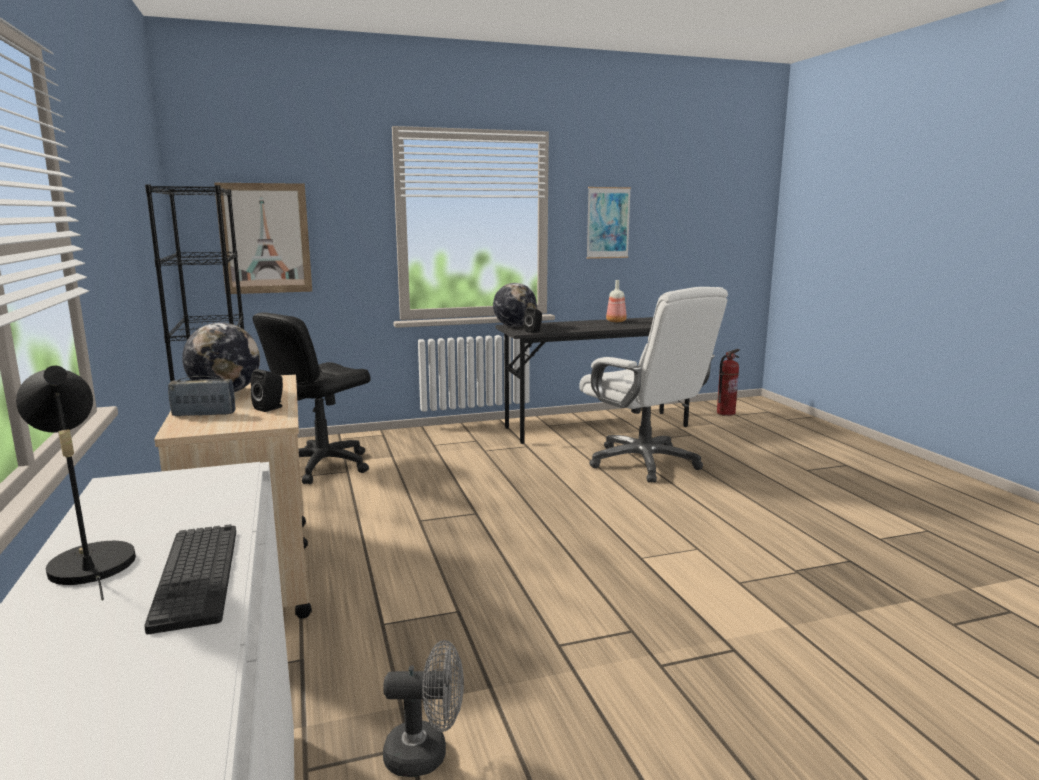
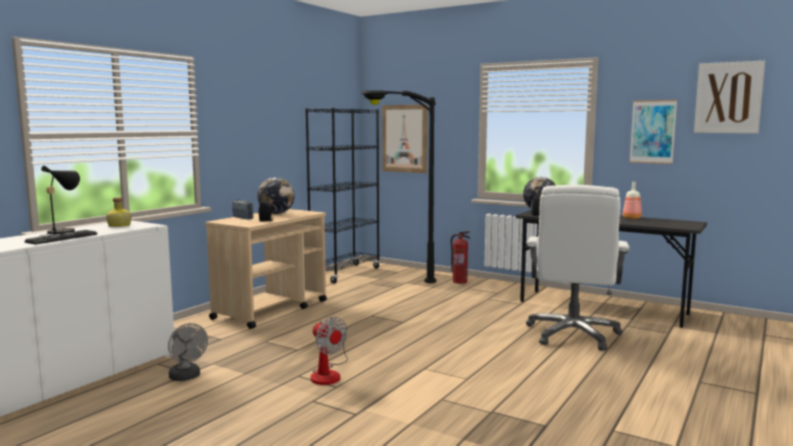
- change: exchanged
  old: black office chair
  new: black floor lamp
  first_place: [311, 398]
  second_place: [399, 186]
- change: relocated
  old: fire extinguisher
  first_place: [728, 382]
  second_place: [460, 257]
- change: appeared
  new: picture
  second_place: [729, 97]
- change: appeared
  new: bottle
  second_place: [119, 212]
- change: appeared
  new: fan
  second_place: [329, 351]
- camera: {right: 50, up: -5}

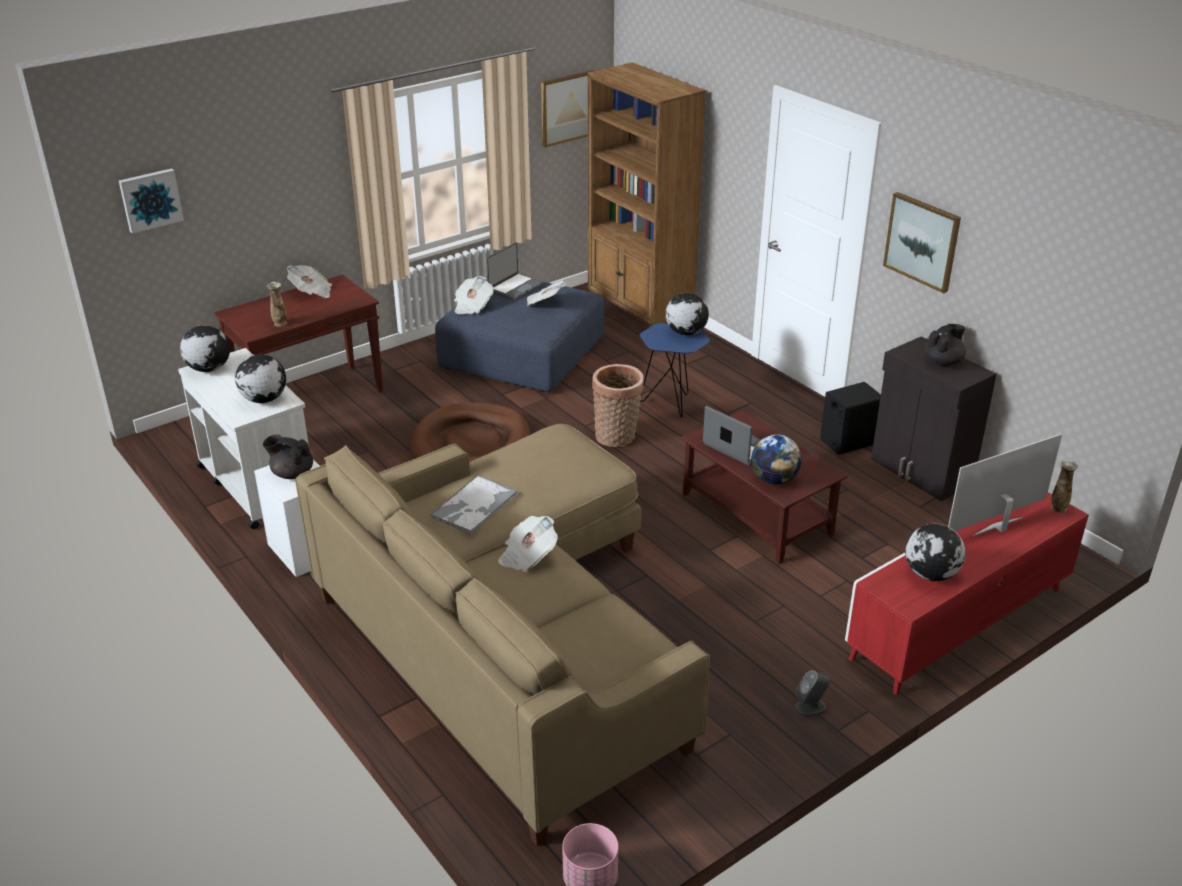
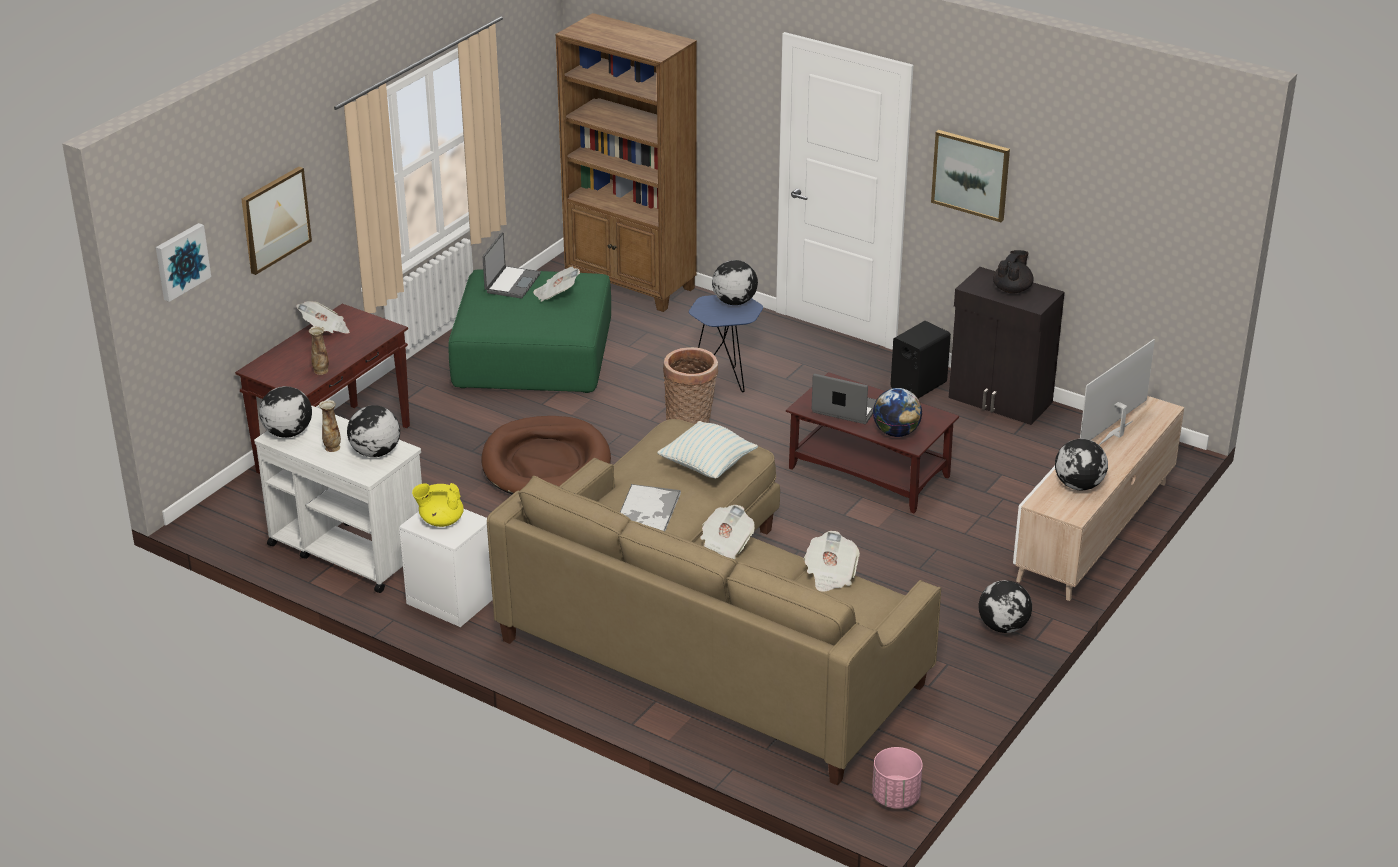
- change: relocated
  old: picture
  first_place: [568, 108]
  second_place: [276, 221]
- change: relocated
  old: newspaper
  first_place: [473, 295]
  second_place: [832, 561]
- change: colour
  old: blue ottoman
  new: green ottoman
  first_place: [519, 336]
  second_place: [529, 331]
- change: colour
  old: black teapot
  new: yellow teapot
  first_place: [288, 457]
  second_place: [438, 505]
- change: relocated
  old: vase
  first_place: [1064, 486]
  second_place: [330, 426]
- change: colour
  old: red tv stand
  new: beige tv stand
  first_place: [967, 593]
  second_place: [1098, 498]
- change: exchanged
  old: grey speaker
  new: globe
  first_place: [812, 693]
  second_place: [1005, 606]
- change: appeared
  new: pillow
  second_place: [707, 450]
- camera: {right: -20, up: 0}

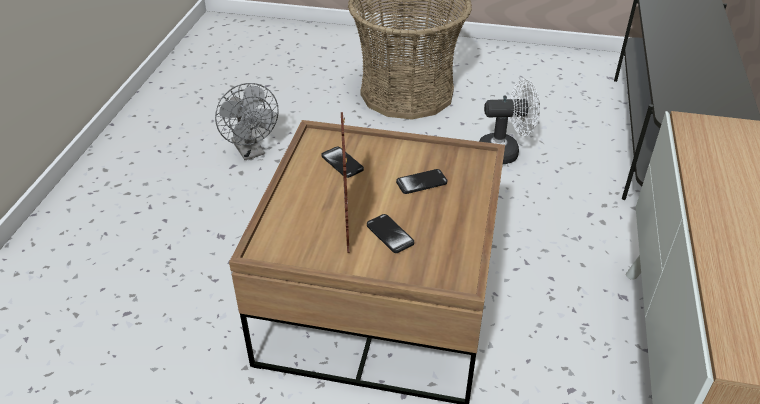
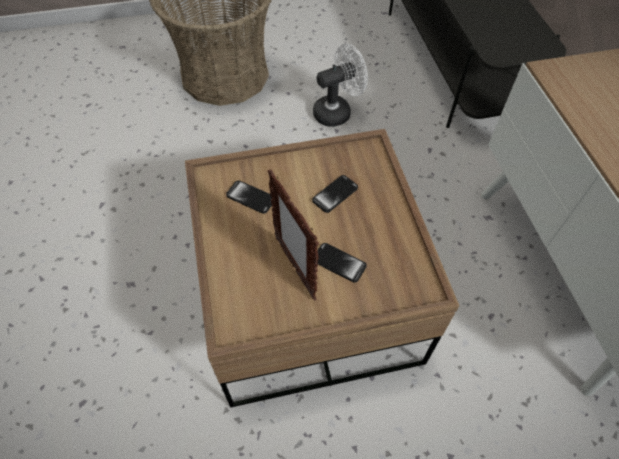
- change: missing
  old: grey fan
  first_place: [247, 121]
- camera: {right: -25, up: 15}

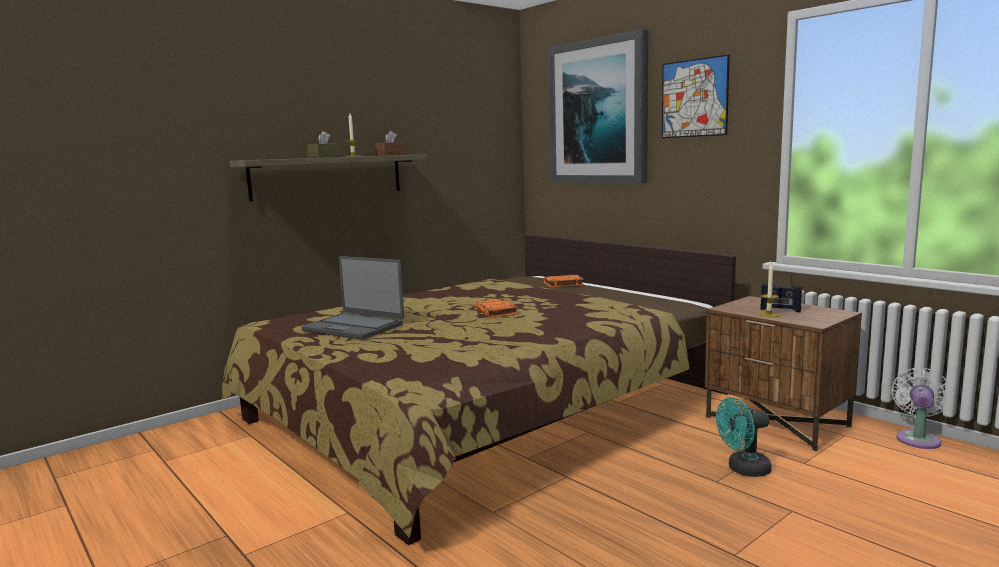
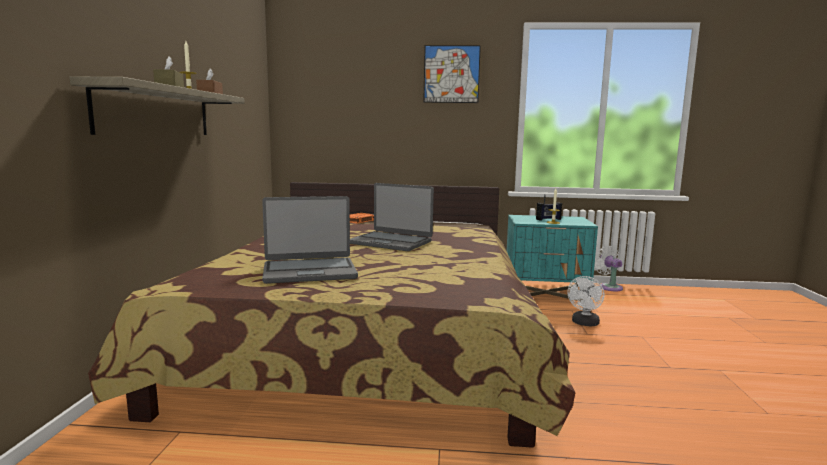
- change: missing
  old: picture
  first_place: [598, 106]
- change: colour
  old: brown nightstand
  new: turquoise nightstand
  first_place: [783, 373]
  second_place: [552, 258]
- change: exchanged
  old: orange book
  new: laptop
  first_place: [496, 308]
  second_place: [392, 217]
- change: colour
  old: turquoise fan
  new: white fan
  first_place: [743, 437]
  second_place: [586, 301]
- camera: {right: -45, up: 0}

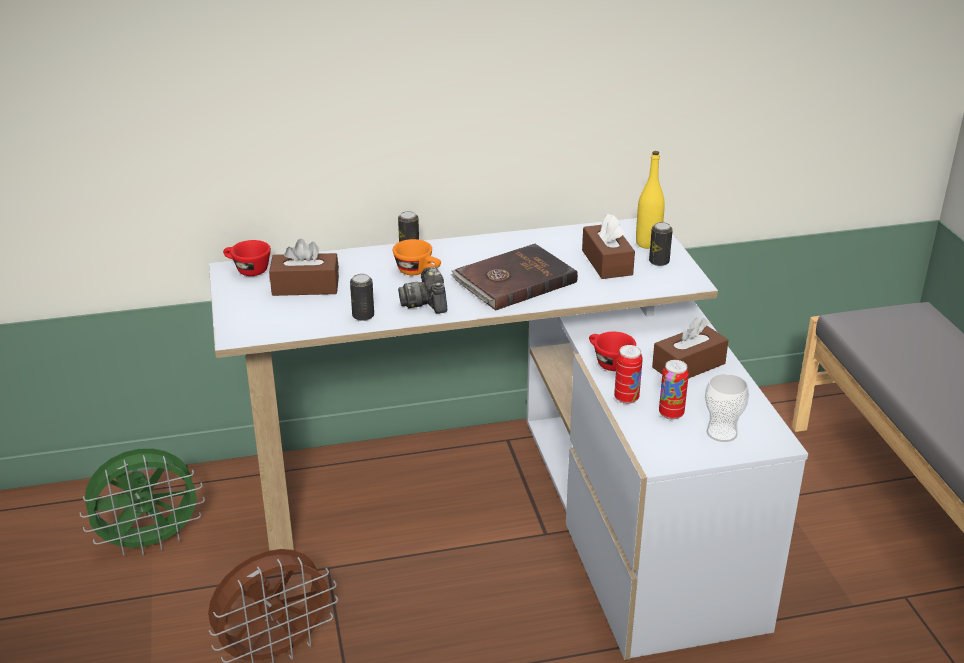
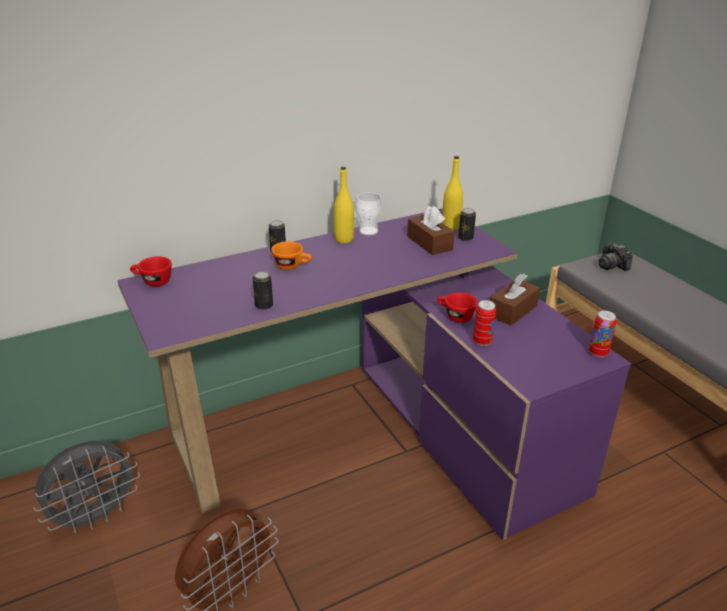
- change: colour
  old: white desk
  new: purple desk
  first_place: [508, 439]
  second_place: [374, 374]
- change: missing
  old: brown tissue box
  first_place: [304, 267]
- change: missing
  old: brown book
  first_place: [514, 277]
- change: relocated
  old: photo camera
  first_place: [422, 290]
  second_place: [615, 257]
- change: relocated
  old: can
  first_place: [674, 390]
  second_place: [603, 334]
- change: relocated
  old: cup
  first_place: [727, 408]
  second_place: [369, 214]
- change: colour
  old: green fan
  new: grey fan
  first_place: [142, 502]
  second_place: [87, 487]
- change: appeared
  new: yellow bottle
  second_place: [344, 205]
- camera: {right: -15, up: 0}

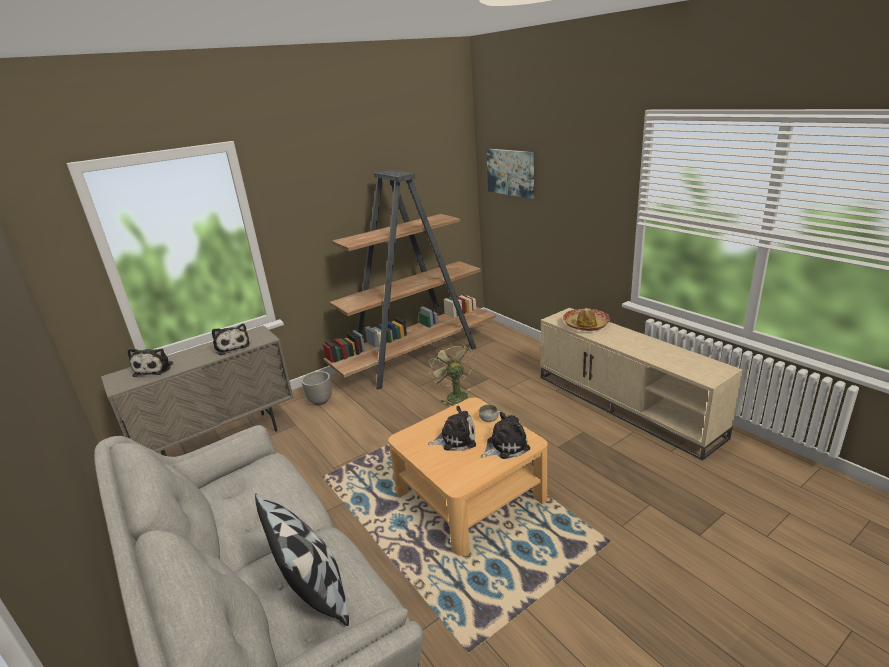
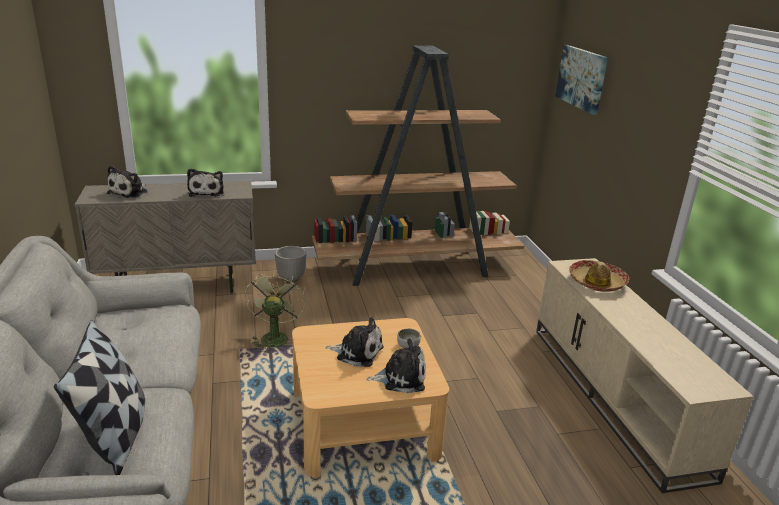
- change: relocated
  old: green fan
  first_place: [451, 374]
  second_place: [274, 311]
- camera: {right: 20, up: 0}

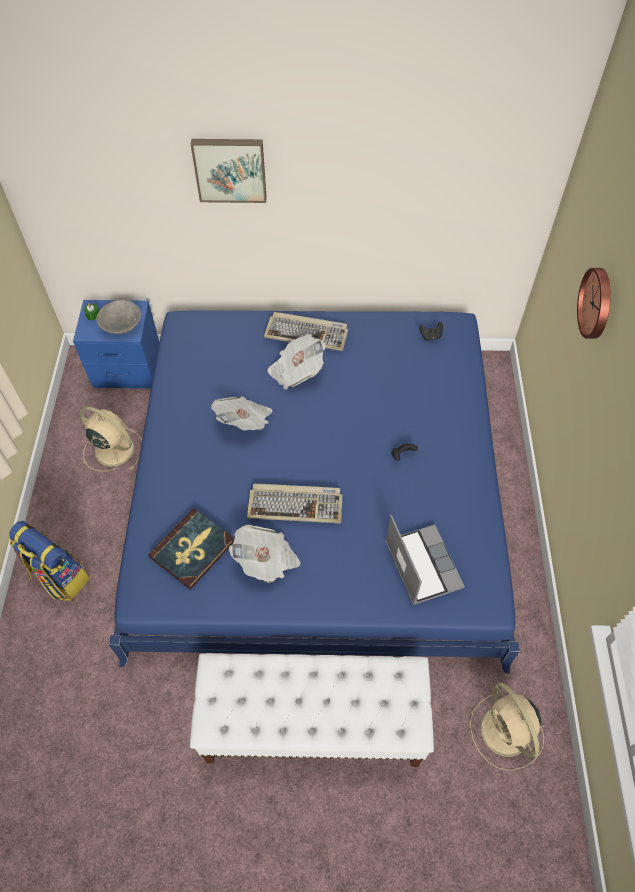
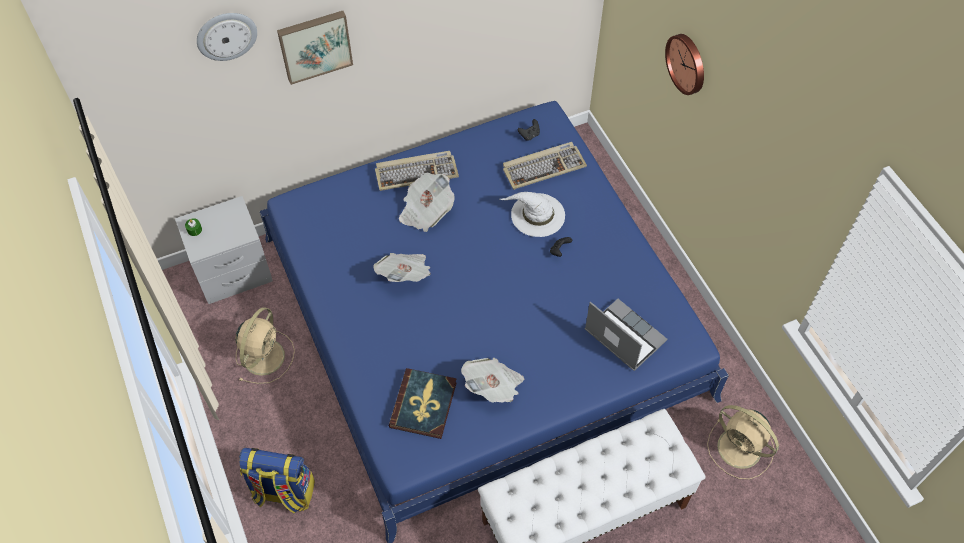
- change: colour
  old: blue nightstand
  new: grey nightstand
  first_place: [116, 344]
  second_place: [224, 250]
- change: missing
  old: grey bowl
  first_place: [119, 317]
- change: spun
  old: beige fan
  first_place: [111, 439]
  second_place: [265, 345]
  degrees: 105
- change: relocated
  old: keyboard
  first_place: [294, 503]
  second_place: [545, 166]
- change: appeared
  new: wall clock
  second_place: [227, 37]
- change: appeared
  new: white hat
  second_place: [532, 214]
- camera: {right: -25, up: 0}

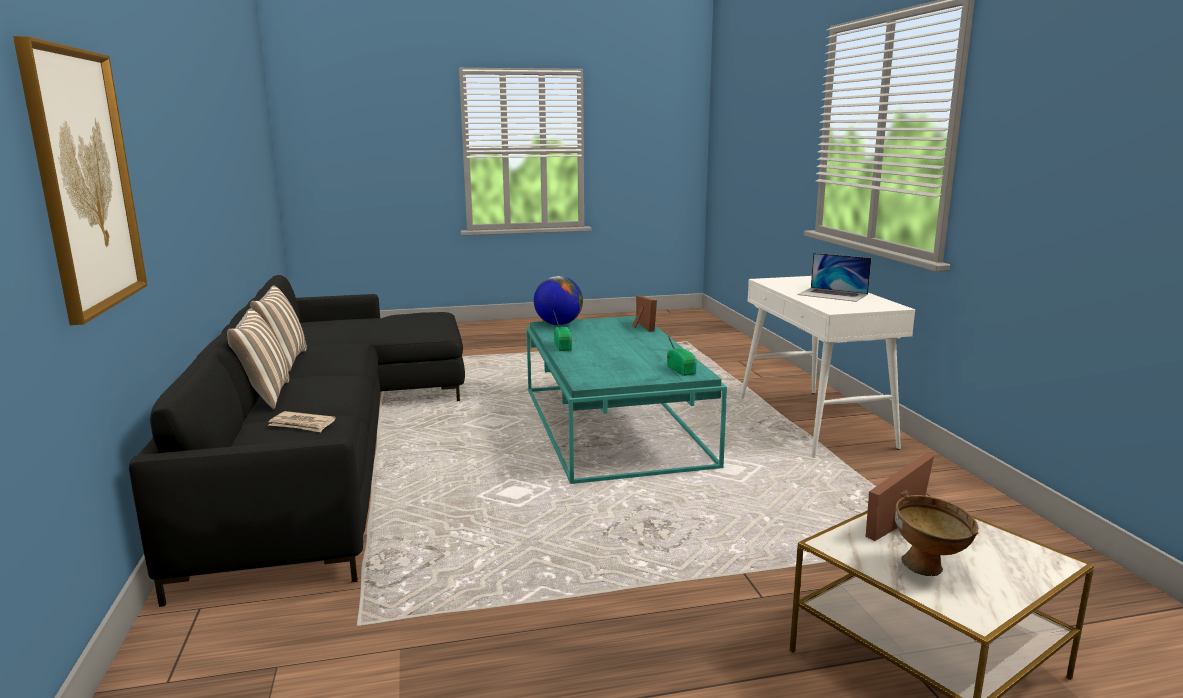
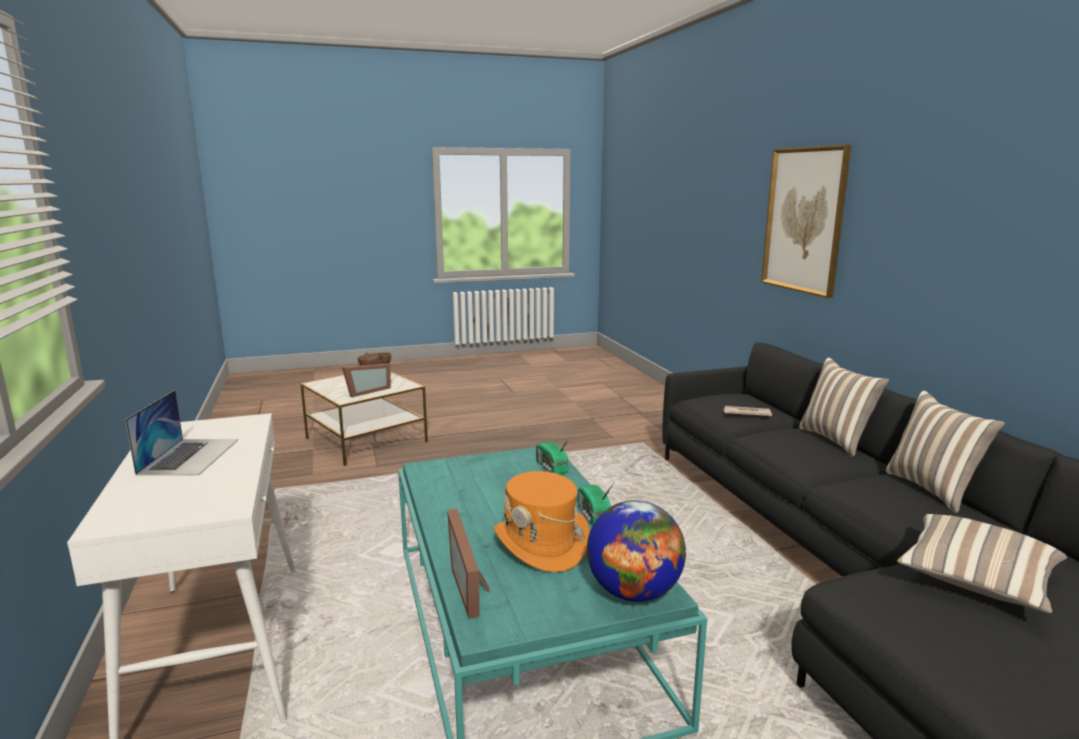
- change: spun
  old: laptop
  first_place: [834, 277]
  second_place: [181, 433]
  degrees: 60
- change: relocated
  old: radio
  first_place: [681, 353]
  second_place: [553, 456]
- change: appeared
  new: orange hat
  second_place: [542, 522]
- change: appeared
  new: pillow
  second_place: [982, 563]
- camera: {right: 175, up: 0}

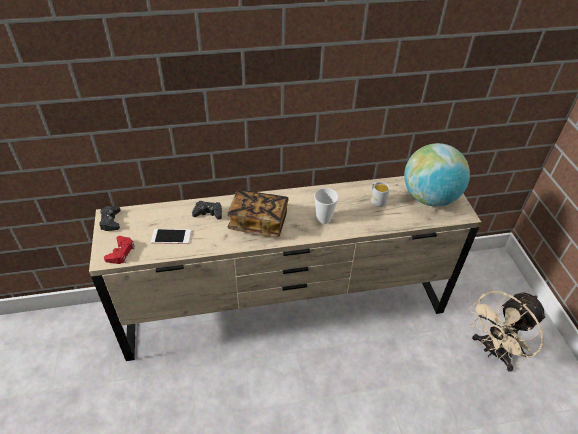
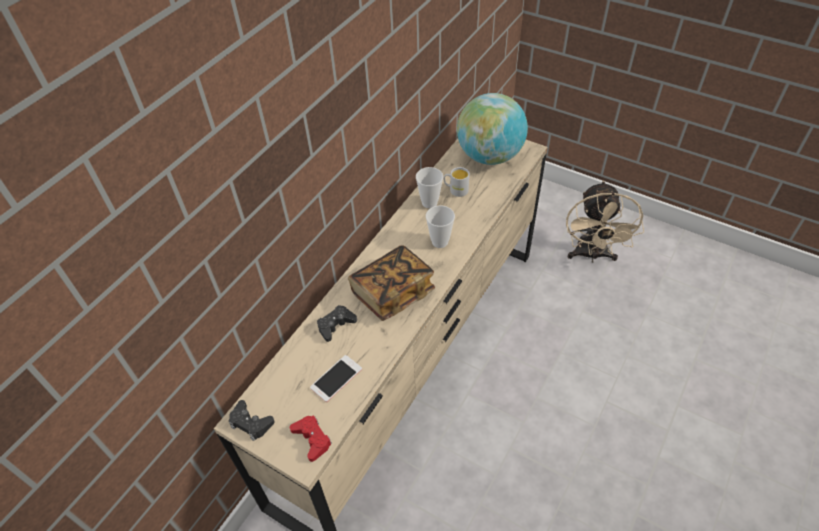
- change: appeared
  new: cup
  second_place: [429, 187]
- camera: {right: -45, up: 5}

